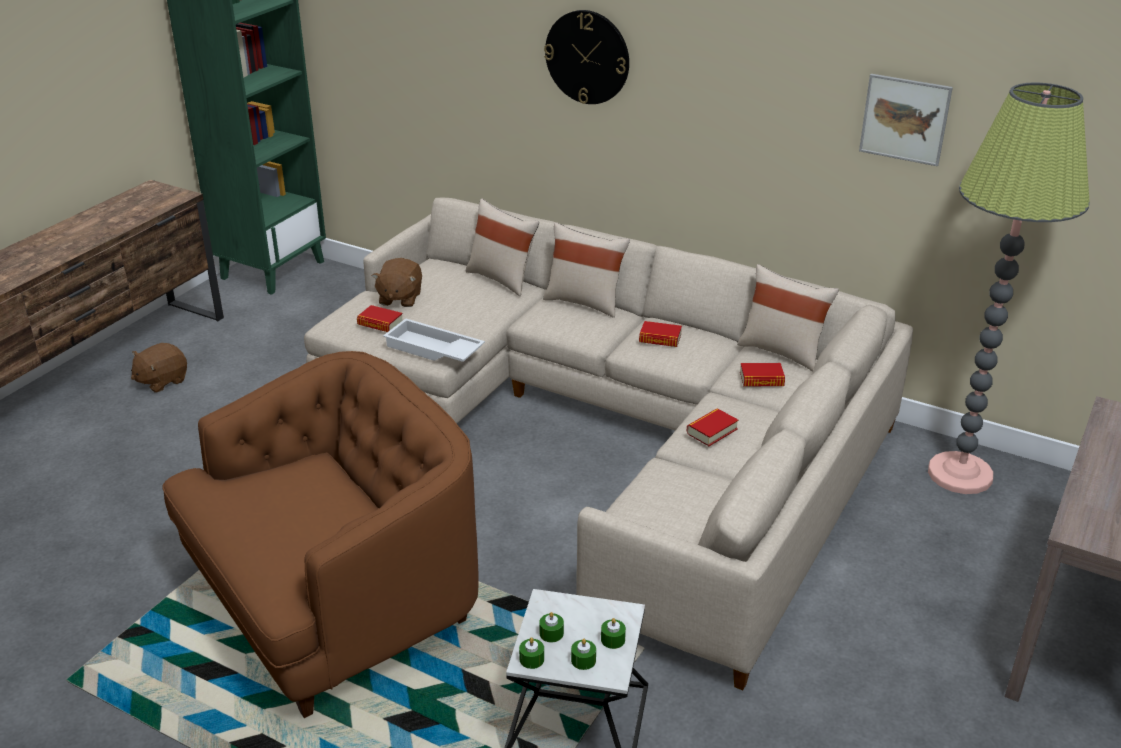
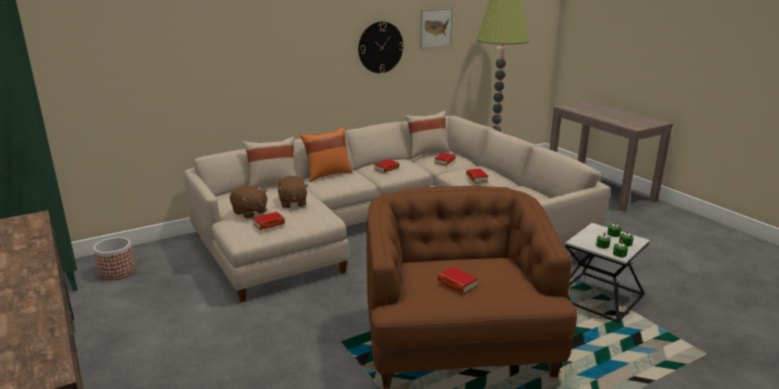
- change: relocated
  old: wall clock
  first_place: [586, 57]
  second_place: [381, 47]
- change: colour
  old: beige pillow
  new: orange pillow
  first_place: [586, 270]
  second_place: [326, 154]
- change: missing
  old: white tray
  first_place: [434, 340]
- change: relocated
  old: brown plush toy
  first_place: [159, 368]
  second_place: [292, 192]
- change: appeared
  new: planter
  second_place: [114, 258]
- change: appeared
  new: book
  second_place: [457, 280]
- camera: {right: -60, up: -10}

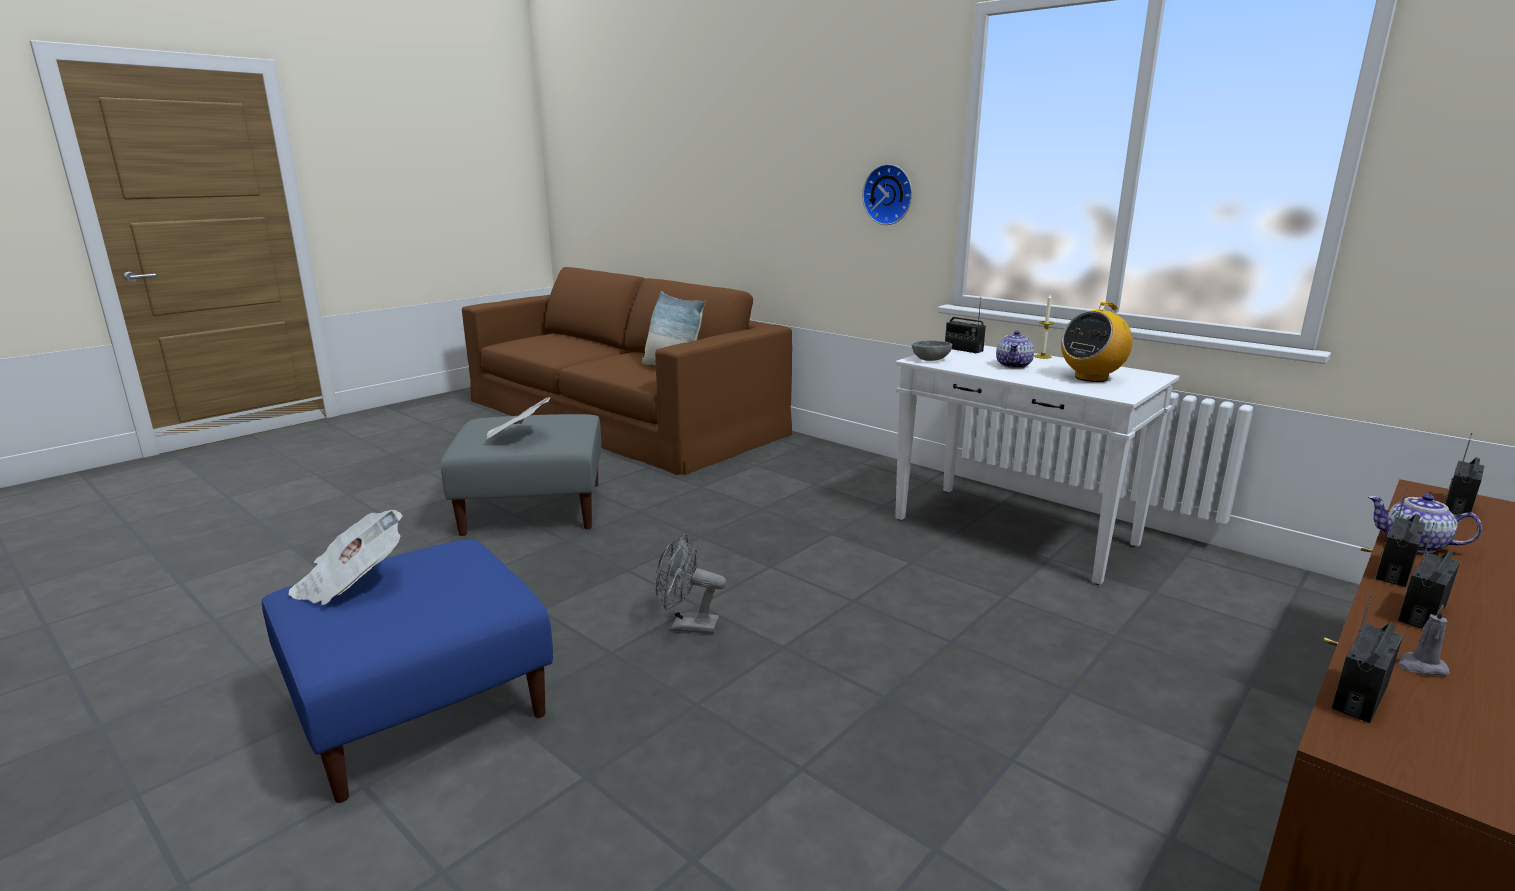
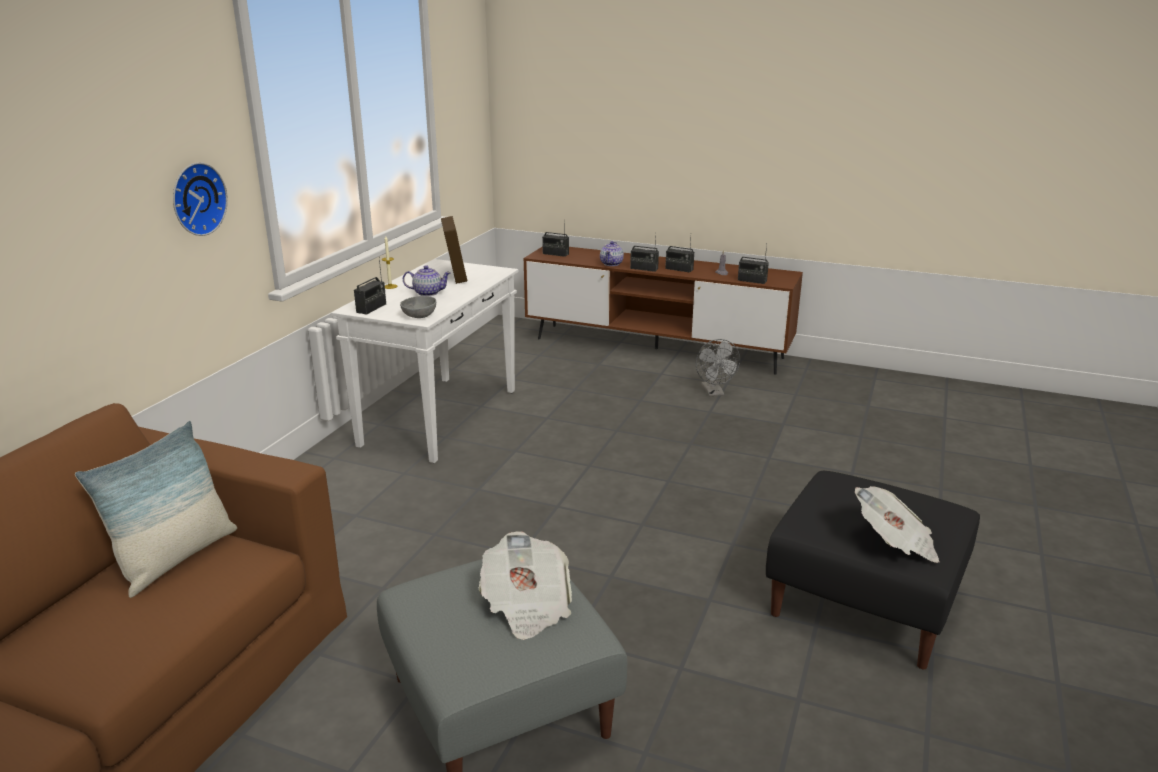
- change: exchanged
  old: radio
  new: picture frame
  first_place: [1097, 342]
  second_place: [454, 250]
- change: relocated
  old: grey fan
  first_place: [690, 584]
  second_place: [718, 367]
- change: colour
  old: blue ottoman
  new: black ottoman
  first_place: [407, 671]
  second_place: [873, 570]
- camera: {right: -110, up: 5}

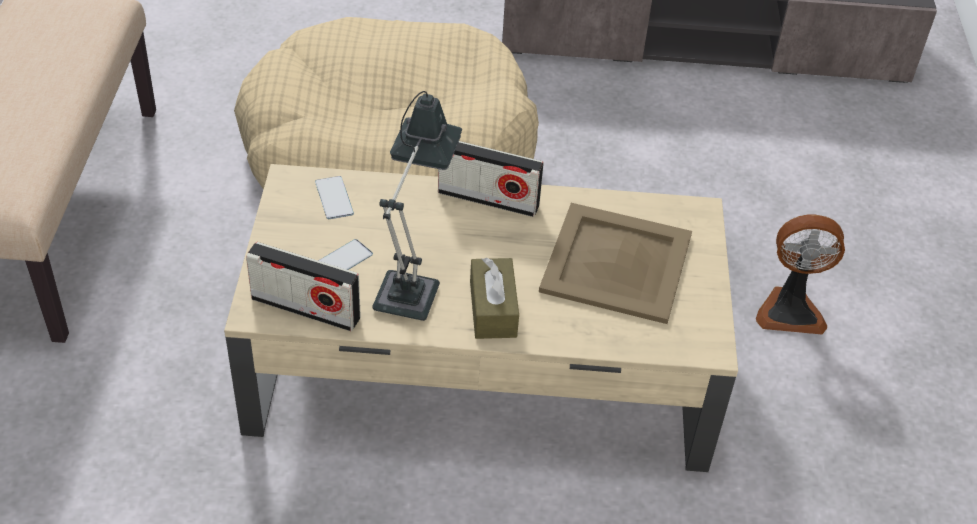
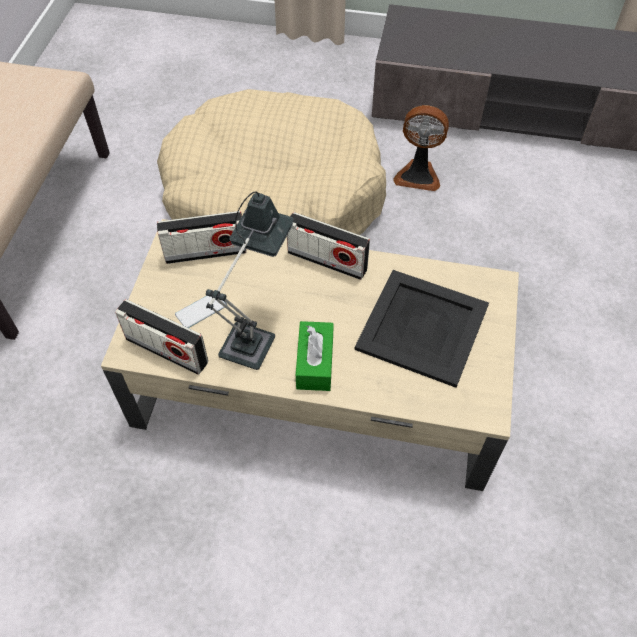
- change: exchanged
  old: phone
  new: radio
  first_place: [334, 197]
  second_place: [201, 237]
- change: colour
  old: beige tray
  new: black tray
  first_place: [615, 263]
  second_place: [421, 329]
- change: relocated
  old: fan
  first_place: [800, 274]
  second_place: [421, 148]
- change: colour
  old: brown tissue box
  new: green tissue box
  first_place: [494, 298]
  second_place: [315, 356]
- camera: {right: 10, up: 10}

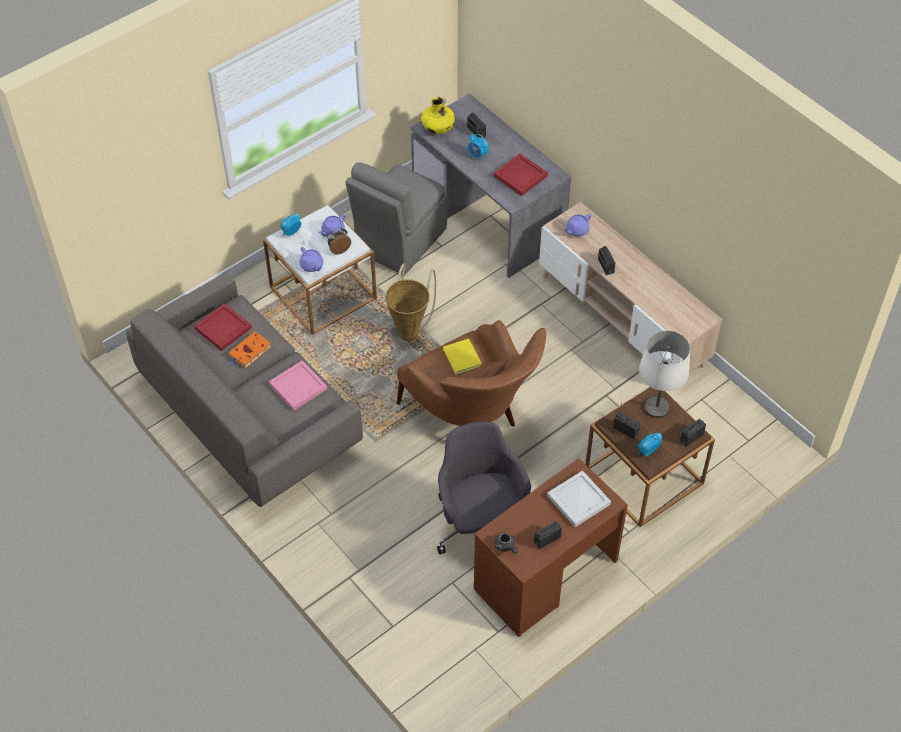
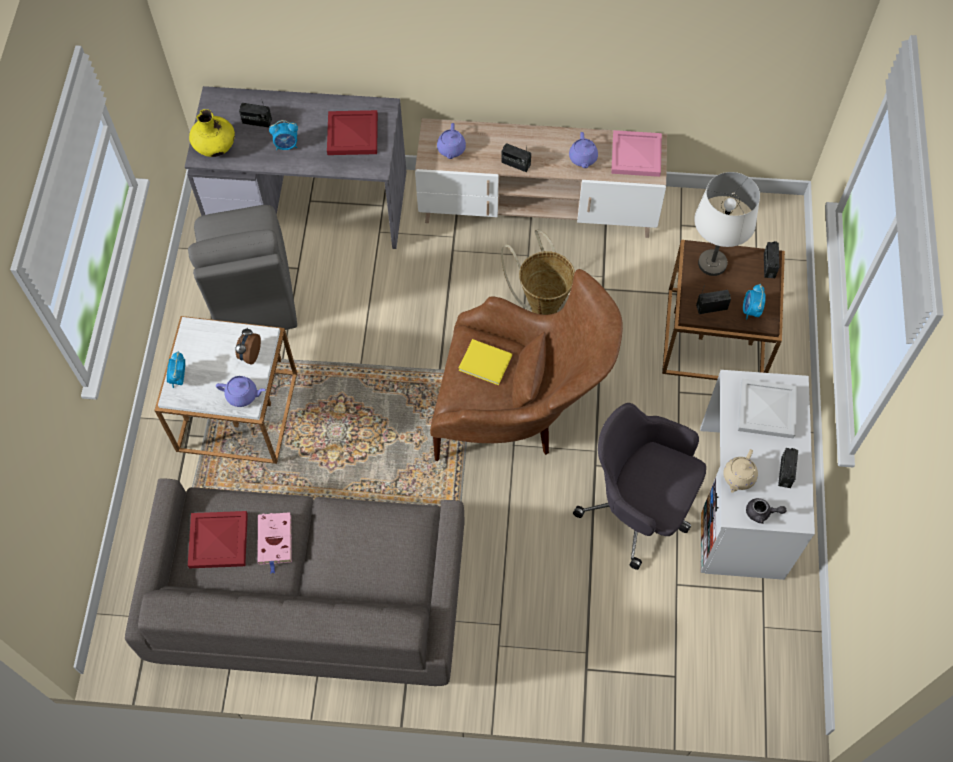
- change: relocated
  old: purple teapot
  first_place: [332, 225]
  second_place: [583, 150]
- change: relocated
  old: basket
  first_place: [410, 302]
  second_place: [538, 272]
- change: colour
  old: orange book
  new: pink book
  first_place: [250, 349]
  second_place: [275, 543]
- change: relocated
  old: pink tray
  first_place: [298, 385]
  second_place: [636, 153]
- change: colour
  old: brown desk
  new: white desk
  first_place: [551, 547]
  second_place: [757, 475]
- change: appeared
  new: beige teapot
  second_place: [740, 471]
- camera: {right: -45, up: 10}

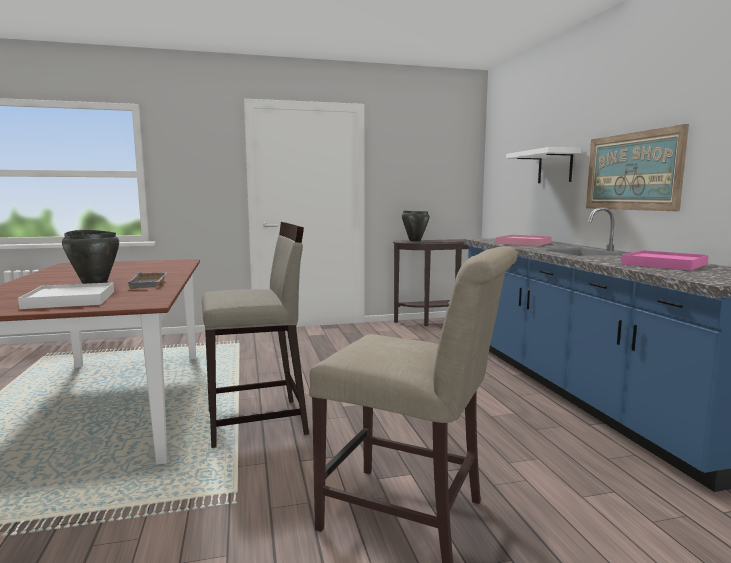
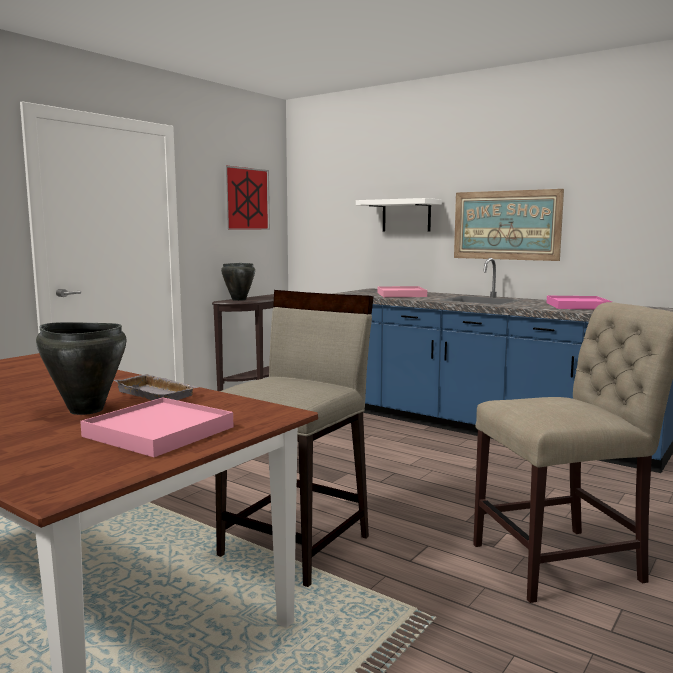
- change: colour
  old: white tray
  new: pink tray
  first_place: [66, 295]
  second_place: [157, 427]
- change: appeared
  new: picture
  second_place: [247, 198]
- camera: {right: -40, up: 0}

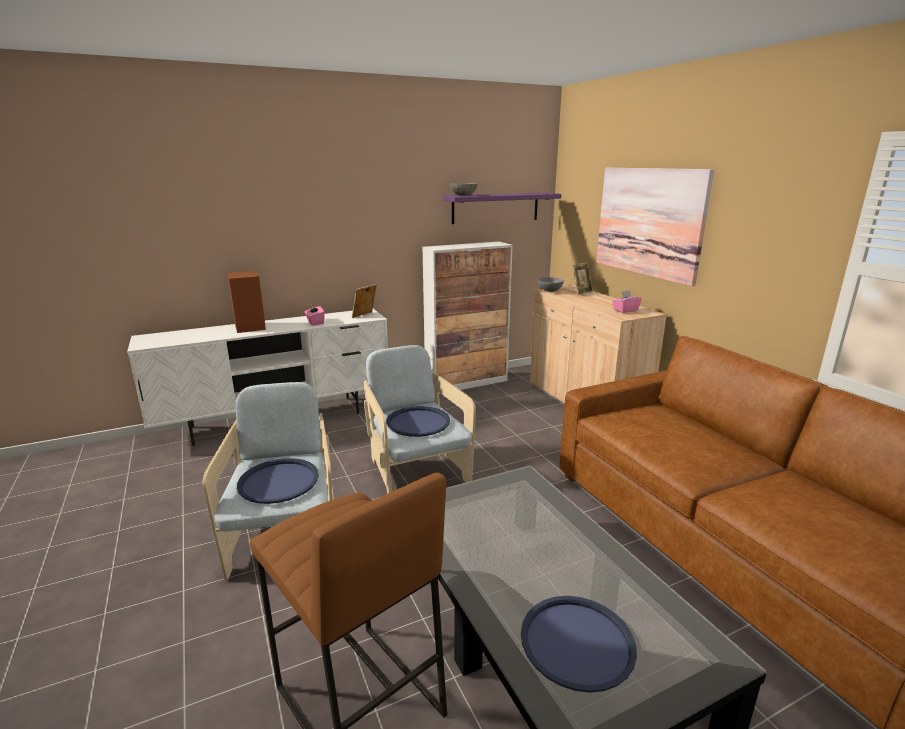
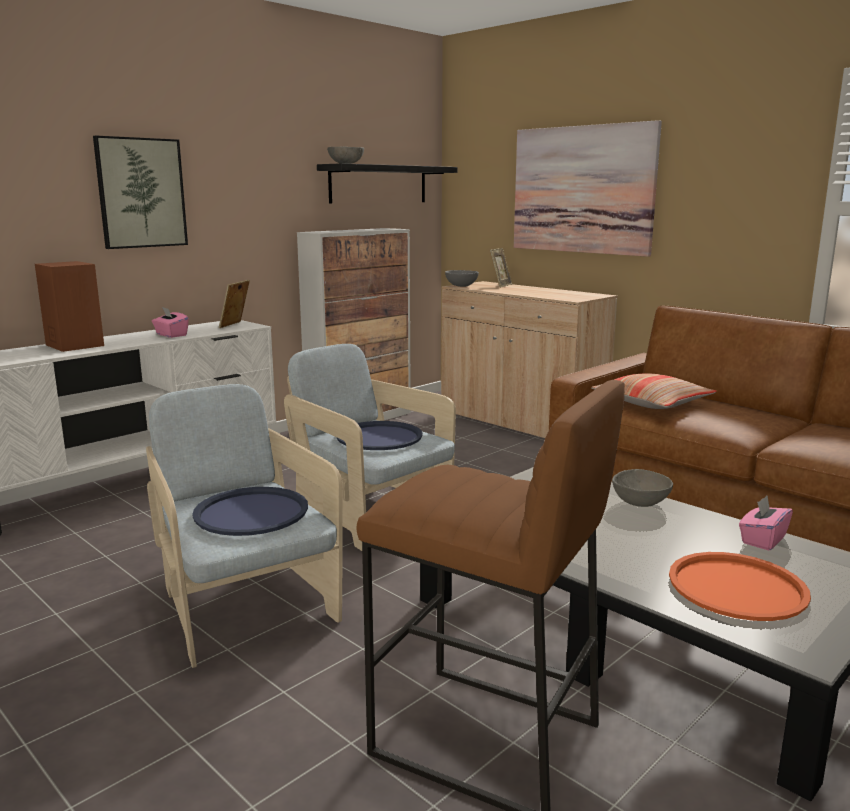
- change: colour
  old: purple shelf
  new: black shelf
  first_place: [502, 208]
  second_place: [387, 183]
- change: relocated
  old: pink tissue box
  first_place: [627, 301]
  second_place: [766, 523]
- change: colour
  old: blue tray
  new: orange tray
  first_place: [579, 644]
  second_place: [740, 586]
- change: appeared
  new: picture
  second_place: [140, 192]
- change: appeared
  new: pillow
  second_place: [654, 391]
- change: appeared
  new: grey bowl
  second_place: [642, 488]
- camera: {right: -20, up: -5}

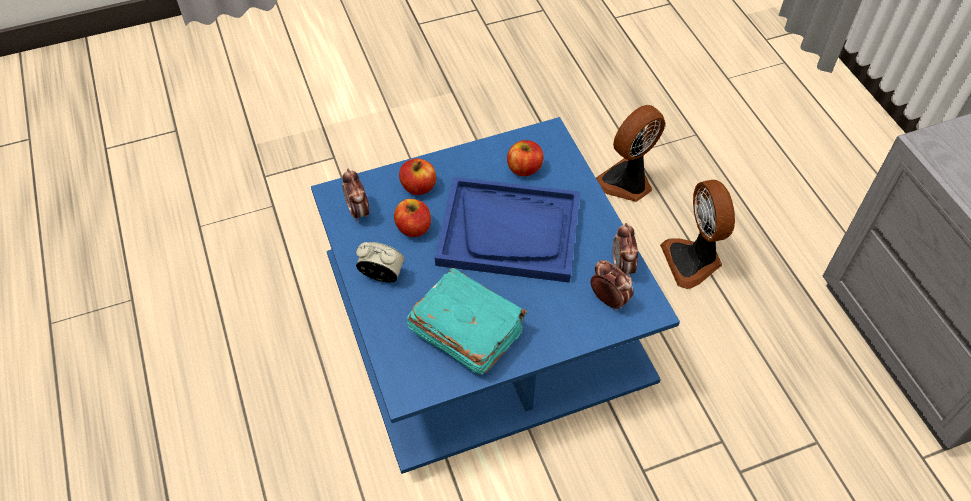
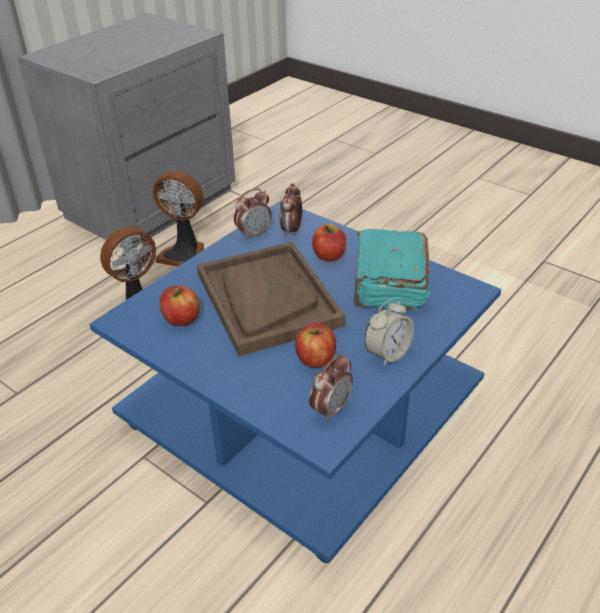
- change: relocated
  old: fan
  first_place: [630, 153]
  second_place: [178, 218]
- change: relocated
  old: apple
  first_place: [417, 176]
  second_place: [329, 242]
- change: colour
  old: blue tray
  new: brown tray
  first_place: [507, 230]
  second_place: [271, 299]
- change: spun
  old: alarm clock
  first_place: [380, 262]
  second_place: [389, 332]
  degrees: -120
- camera: {right: -120, up: -15}

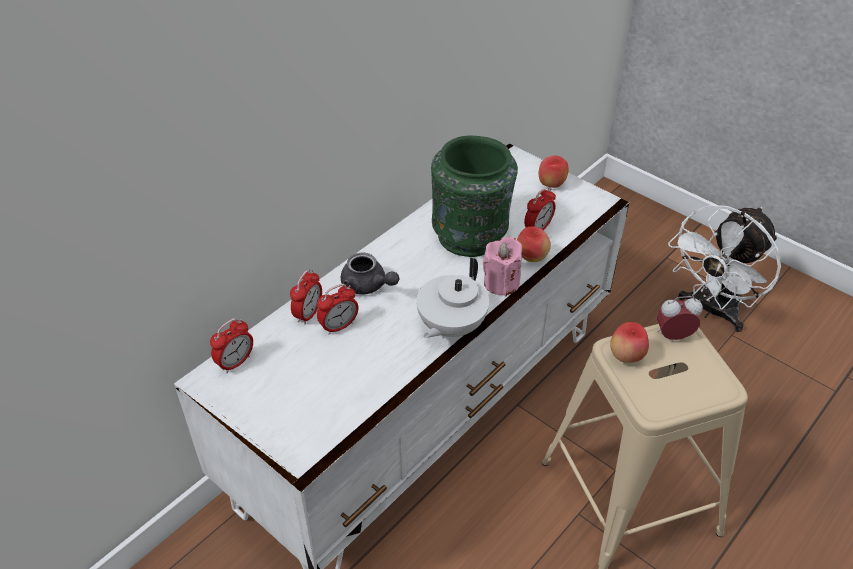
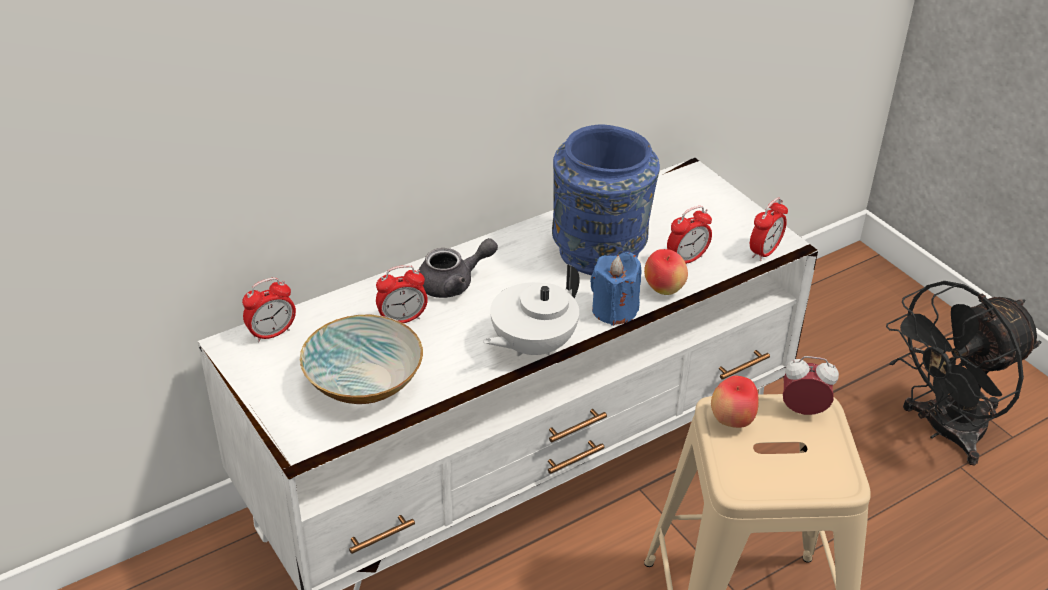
- change: colour
  old: green vase
  new: blue vase
  first_place: [474, 196]
  second_place: [606, 199]
- change: missing
  old: apple
  first_place: [554, 171]
- change: colour
  old: white fan
  new: black fan
  first_place: [724, 268]
  second_place: [964, 373]
- change: colour
  old: pink candle
  new: blue candle
  first_place: [502, 266]
  second_place: [615, 289]
- change: spun
  old: grey teapot
  first_place: [370, 273]
  second_place: [458, 268]
  degrees: -75
- change: relocated
  old: alarm clock
  first_place: [306, 297]
  second_place: [769, 230]
- change: appeared
  new: bowl
  second_place: [361, 359]
- camera: {right: 15, up: -5}

